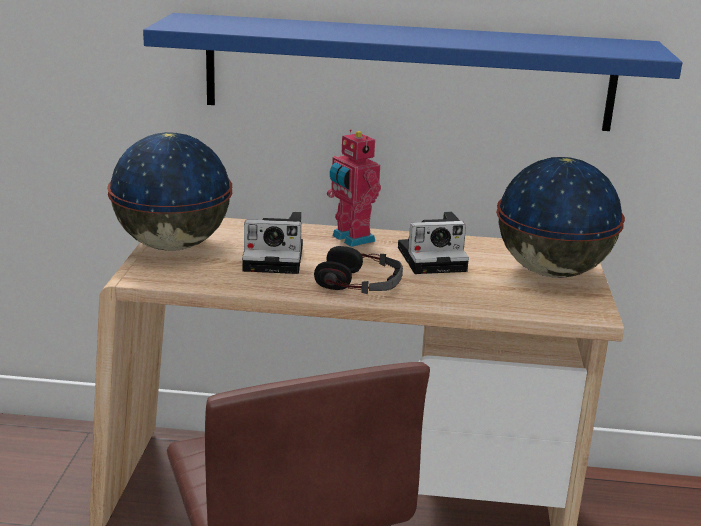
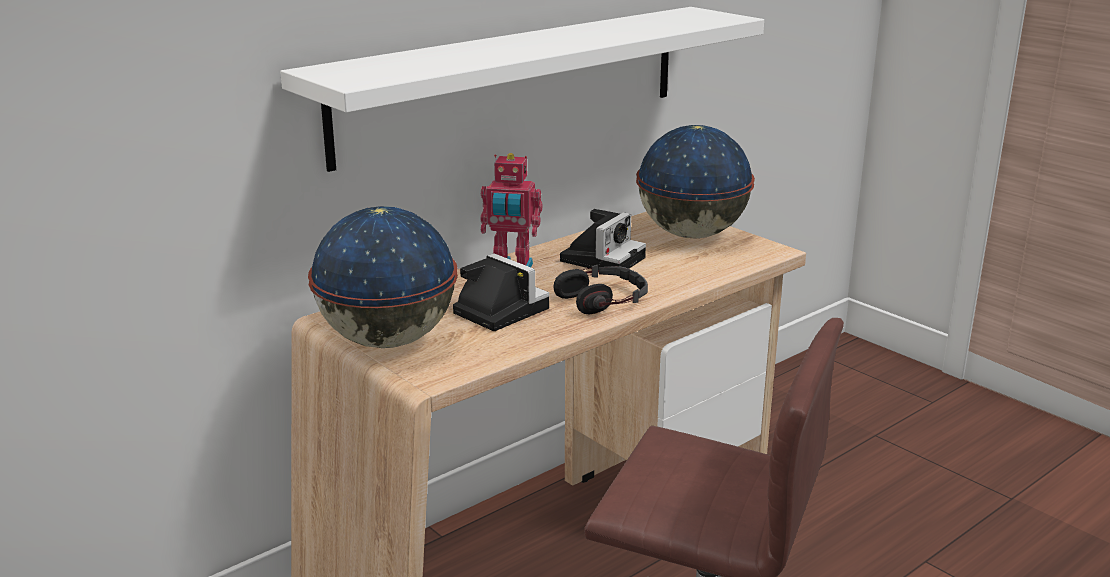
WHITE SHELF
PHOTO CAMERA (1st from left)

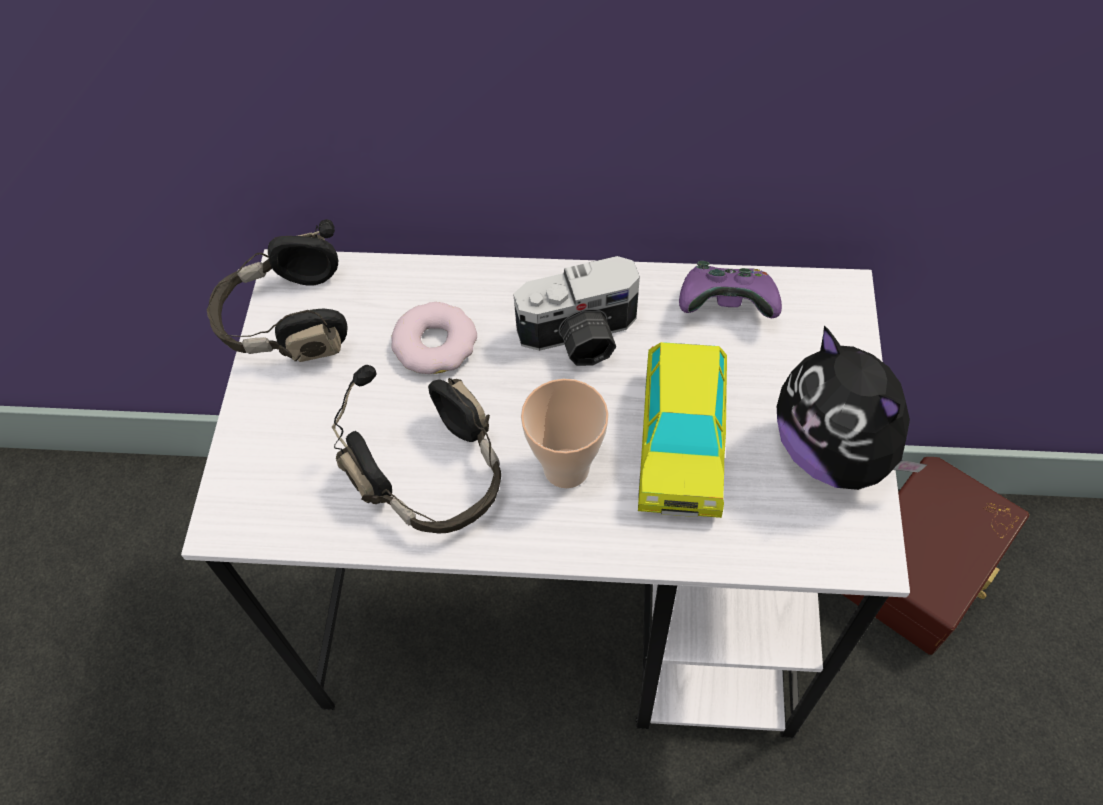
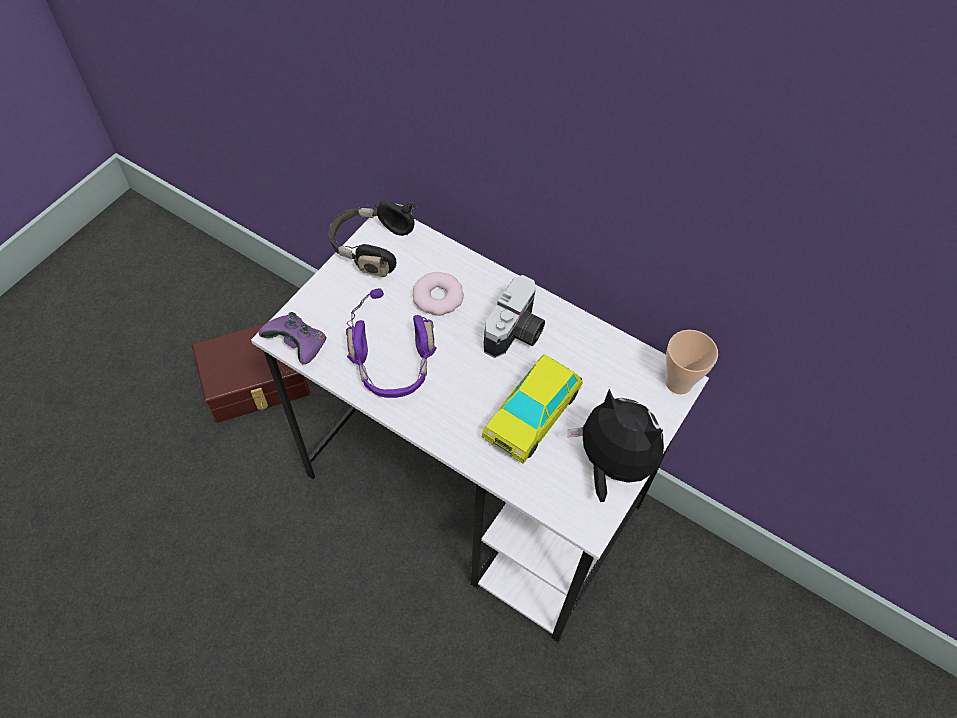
CUP
PURPLISH GAME CONTROLLER
BROWNISH STORAGE CONTAINER
PURPLISH HEADPHONES
PHOTO CAMERA
SOFT TOY

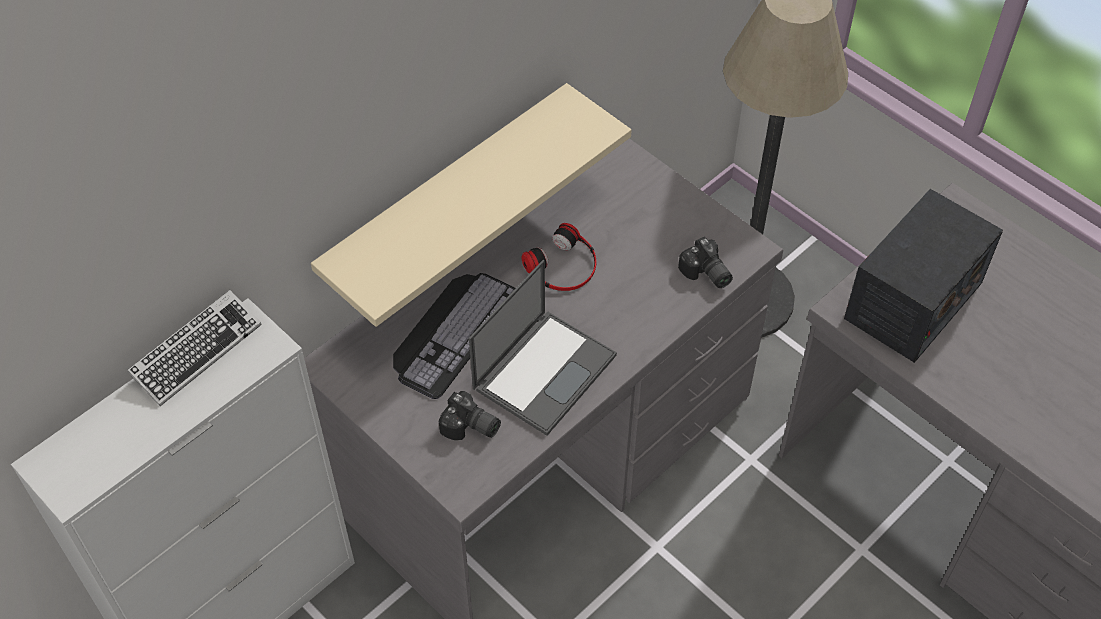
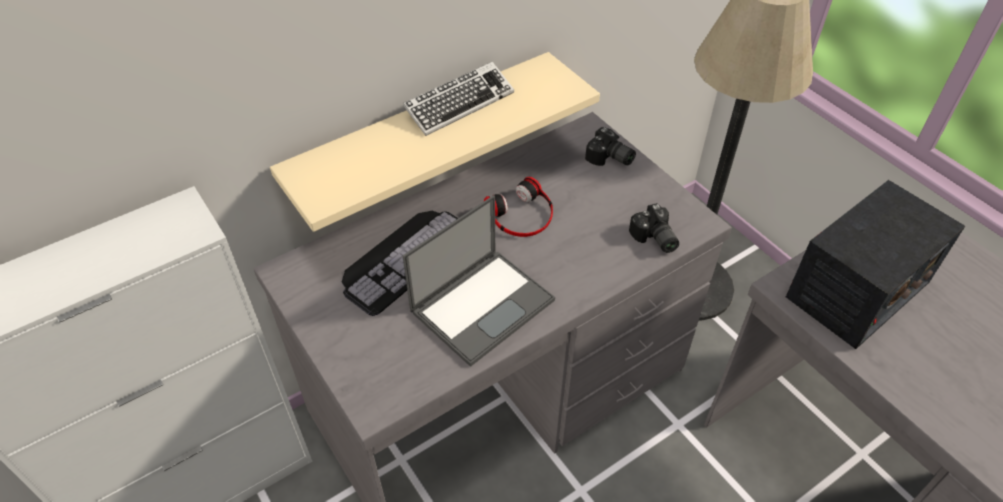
KEYBOARD (2nd from left)
PHOTO CAMERA (1st from left)

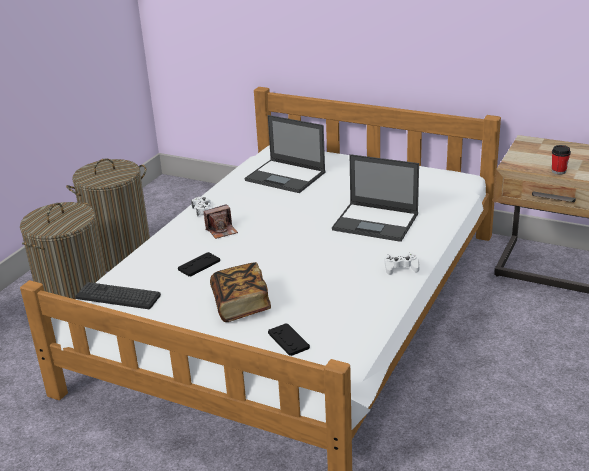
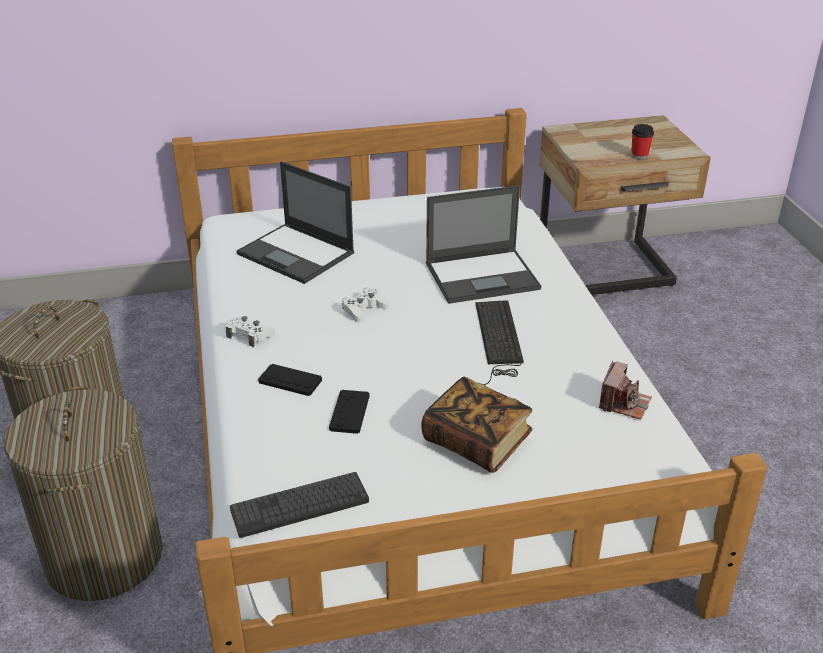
KEYBOARD (2nd from left)
PHOTO CAMERA
BLACK GAME CONTROLLER (1st from left)
WHITE GAME CONTROLLER (2nd from left)
NOTEBOOK COMPUTER (1st from left)

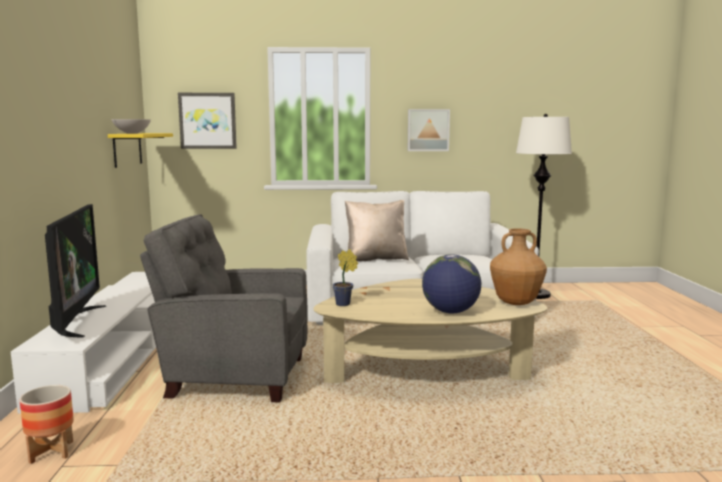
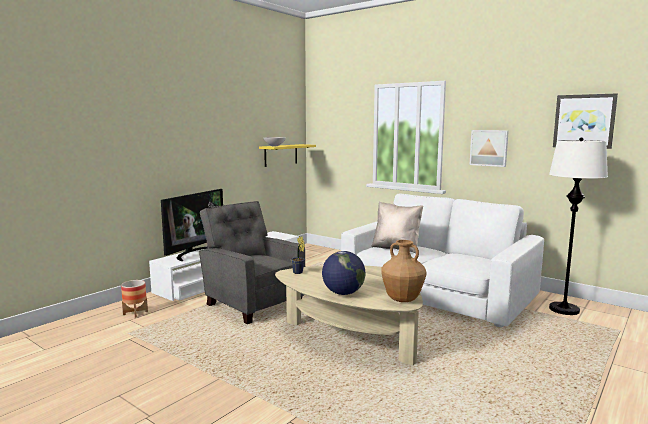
PICTURE (2nd from left)

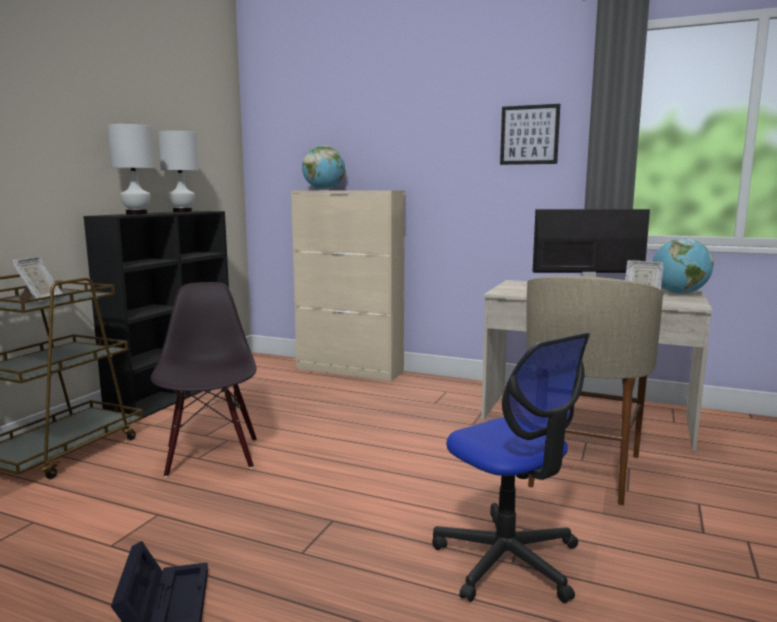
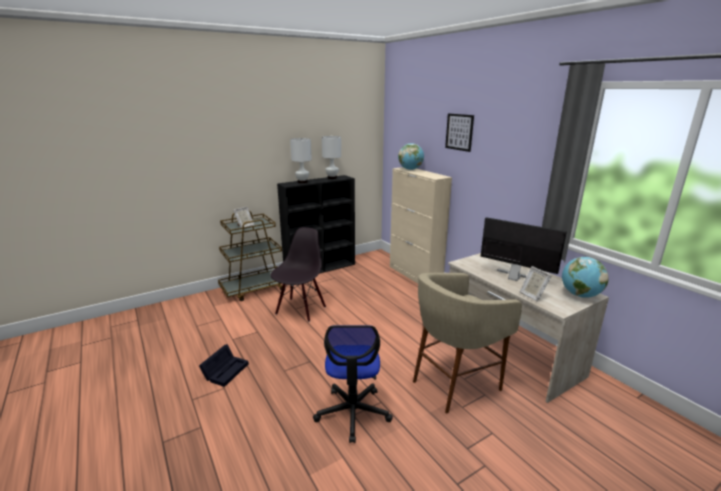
PICTURE

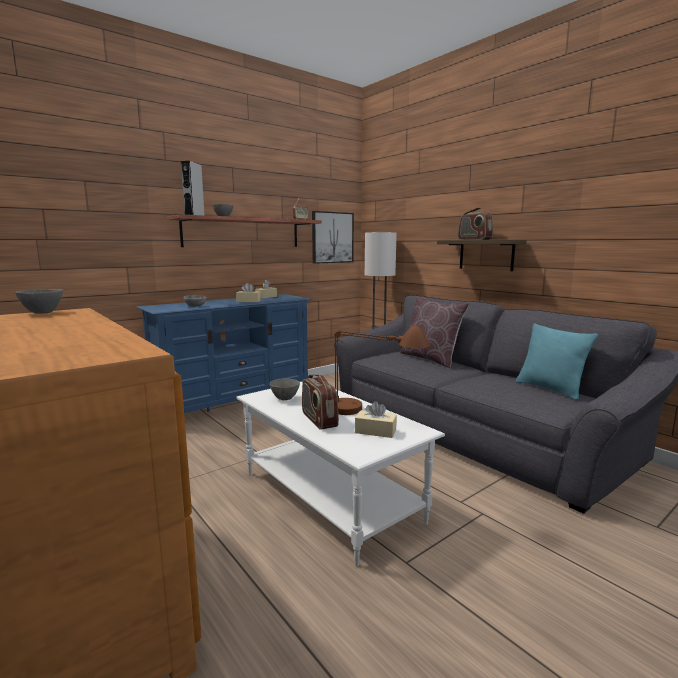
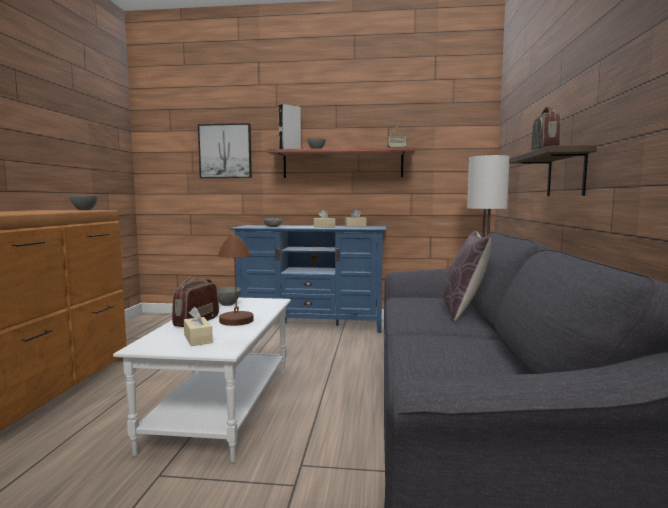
TURQUOISE CUSHION
PICTURE

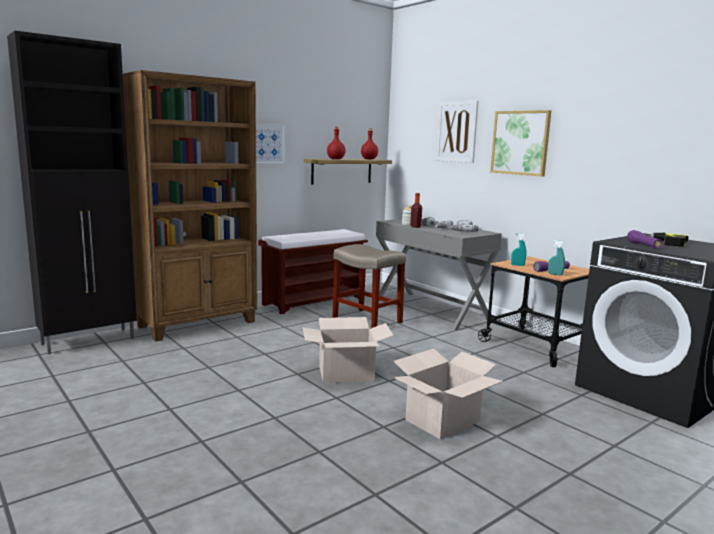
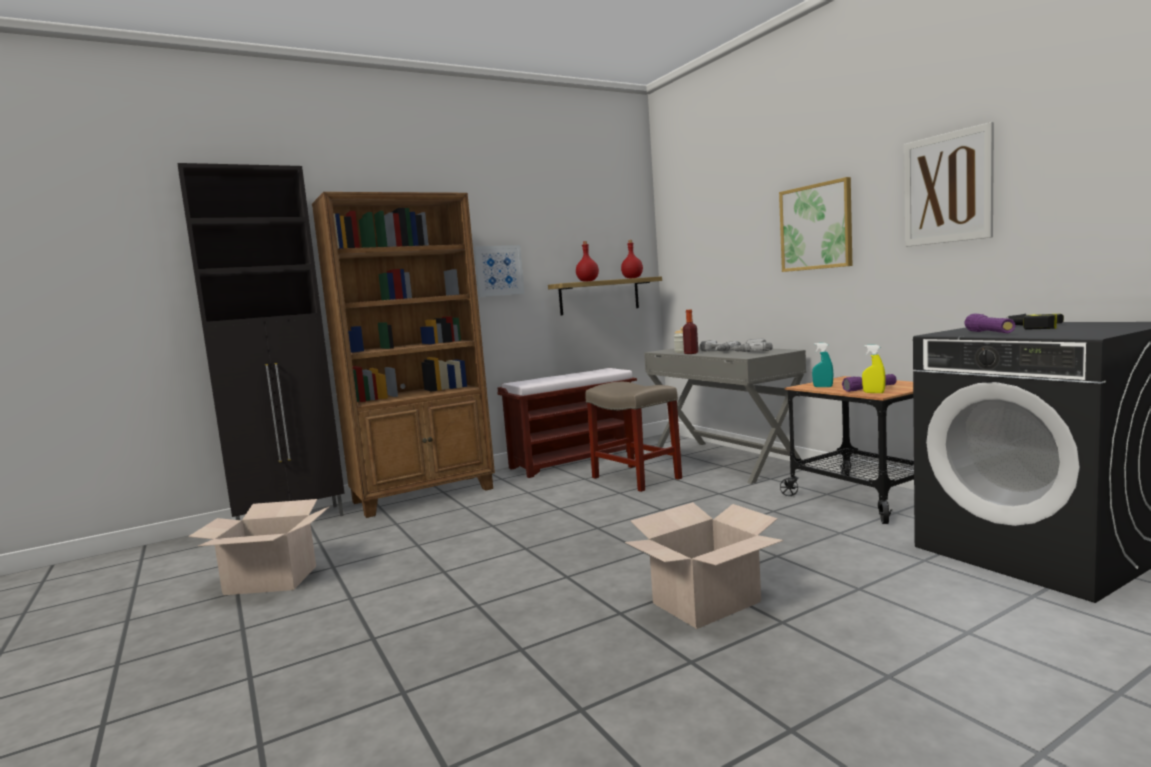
CARDBOARD BOX (1st from left)
PICTURE (3rd from left)
YELLOW SPRAY BOTTLE

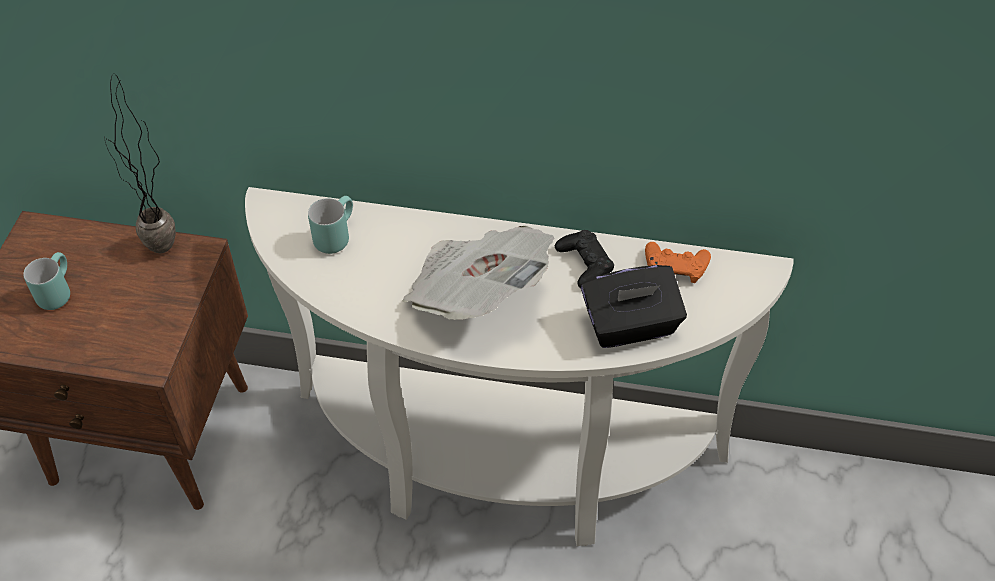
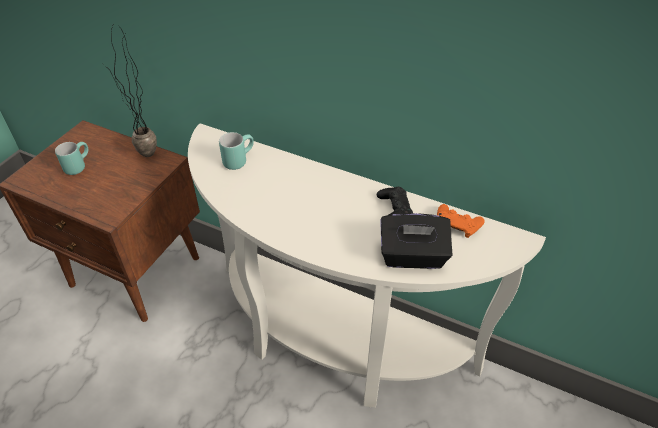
PRINTED PAPER

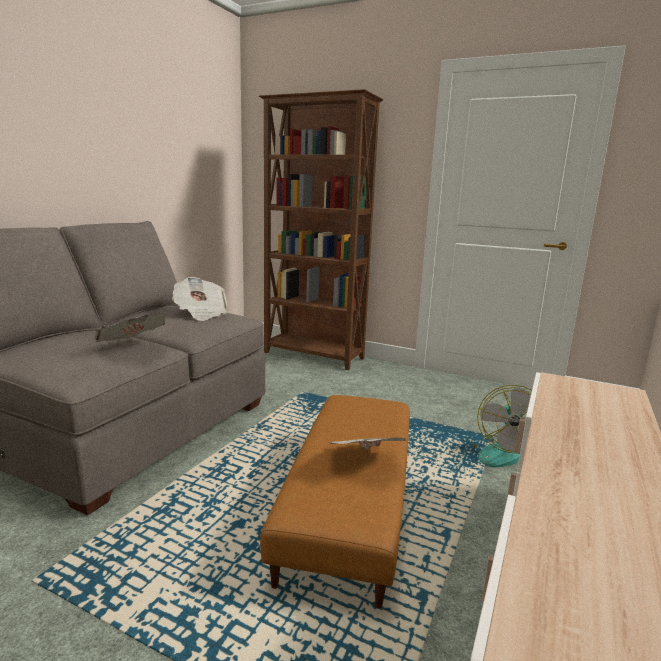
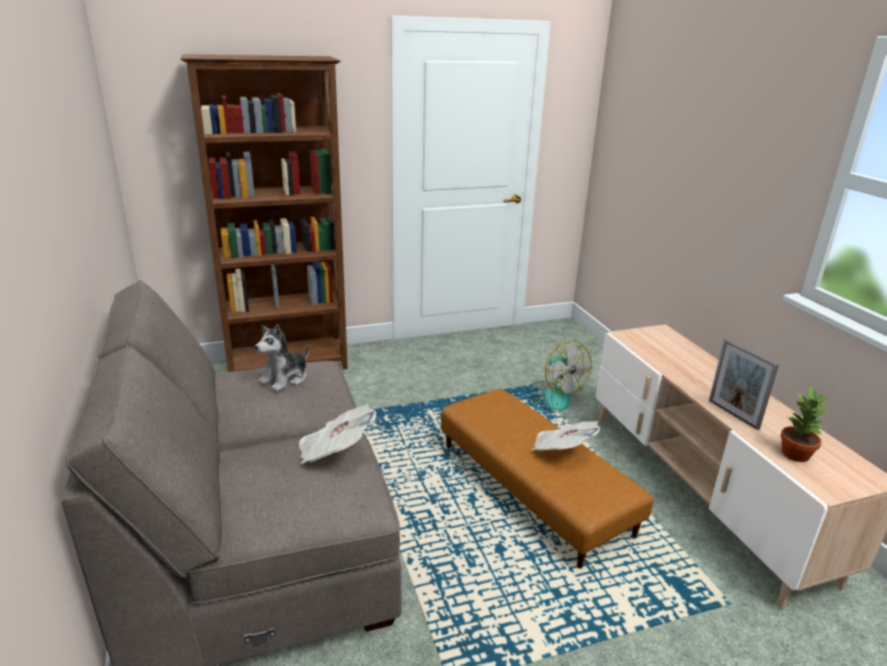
PHOTO FRAME
POTTED PLANT
SOFT TOY

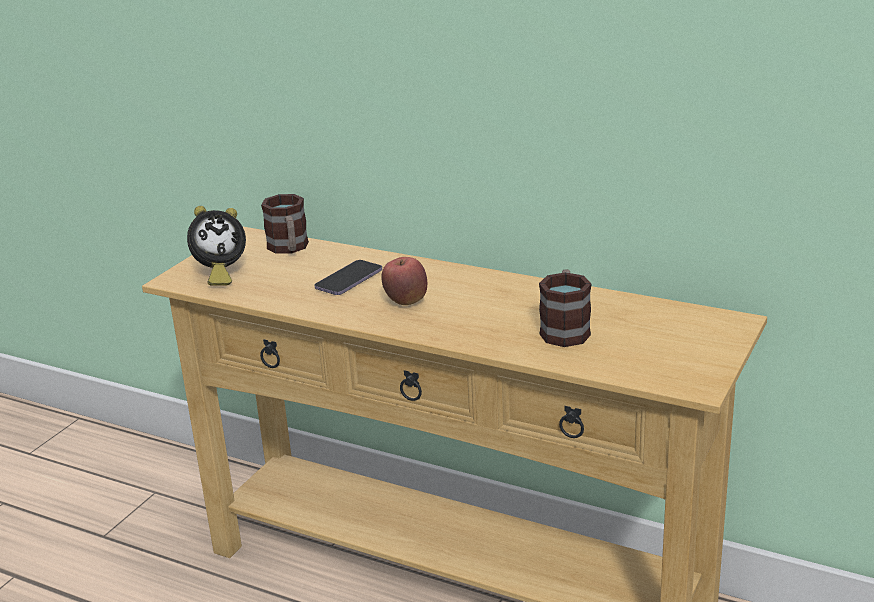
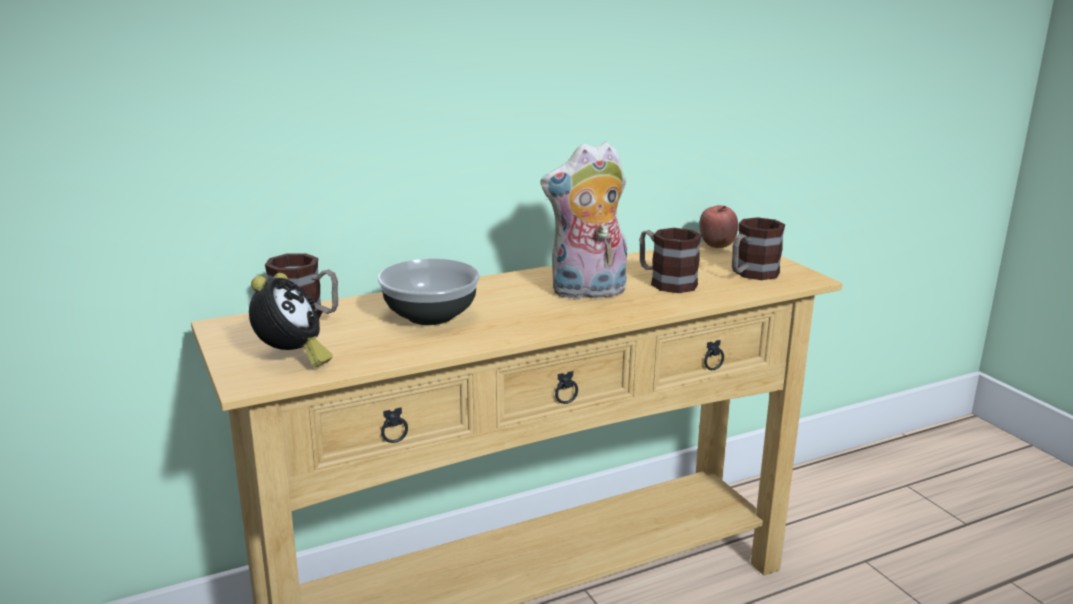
SOFT TOY
MUG (3rd from left)
APPLE
SERVING BOWL

